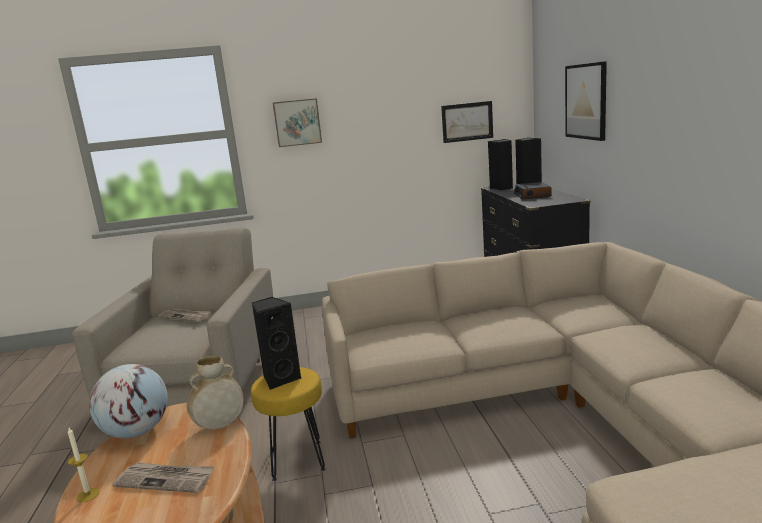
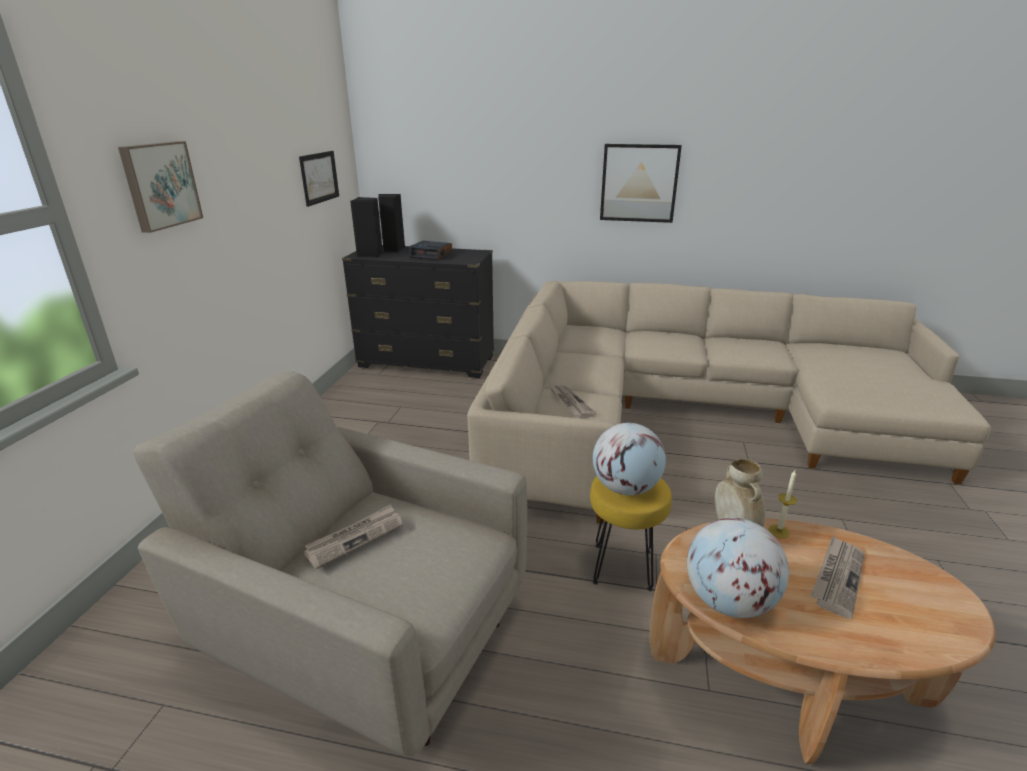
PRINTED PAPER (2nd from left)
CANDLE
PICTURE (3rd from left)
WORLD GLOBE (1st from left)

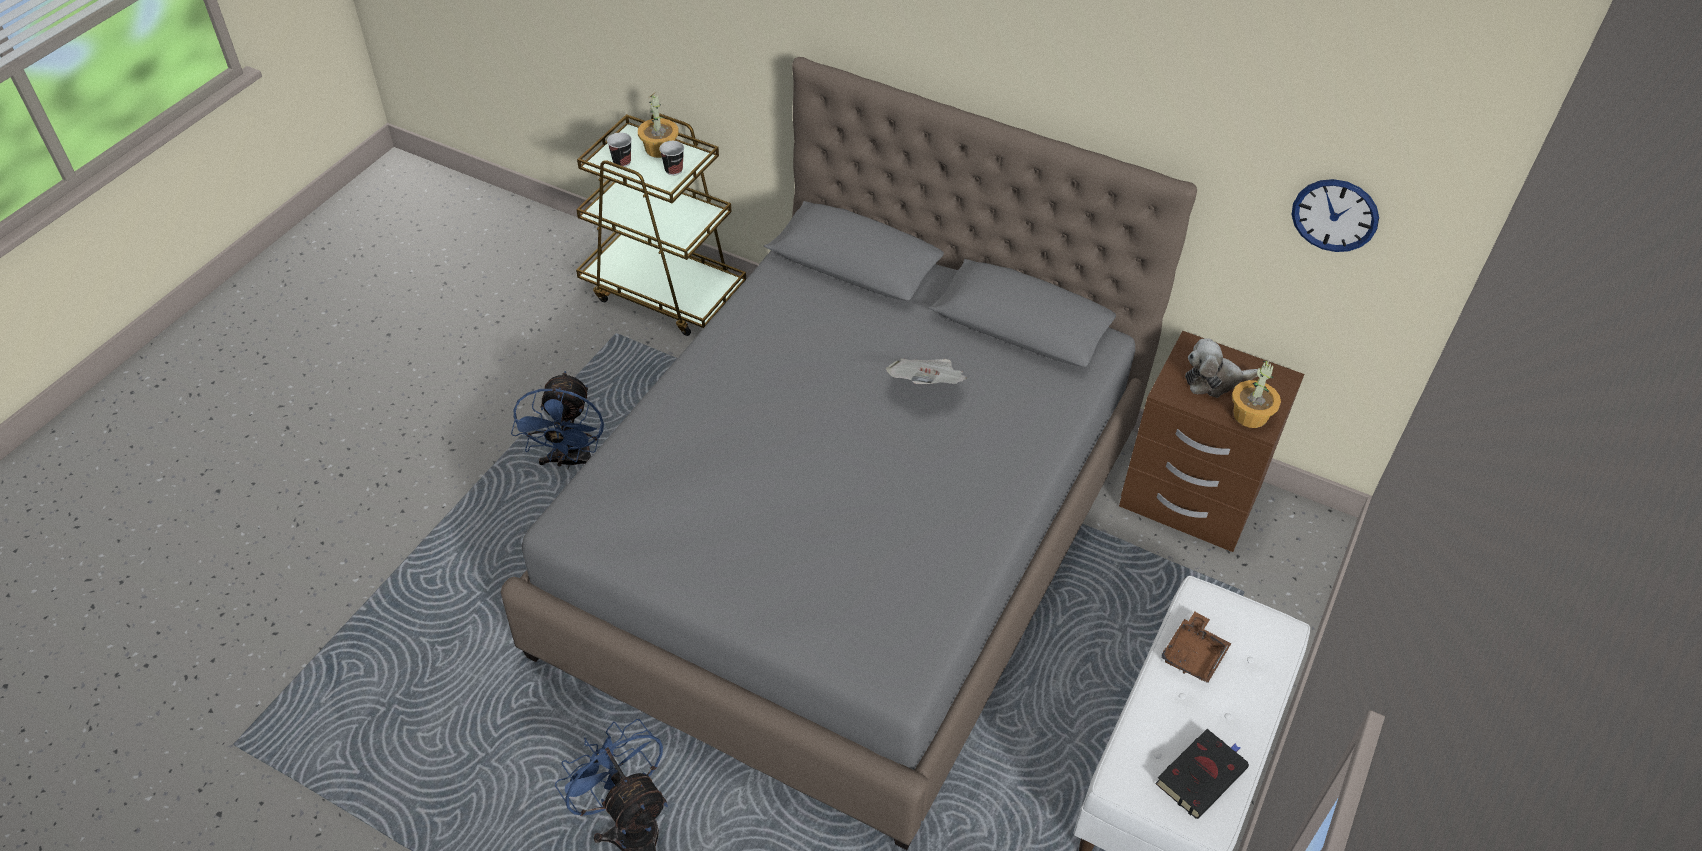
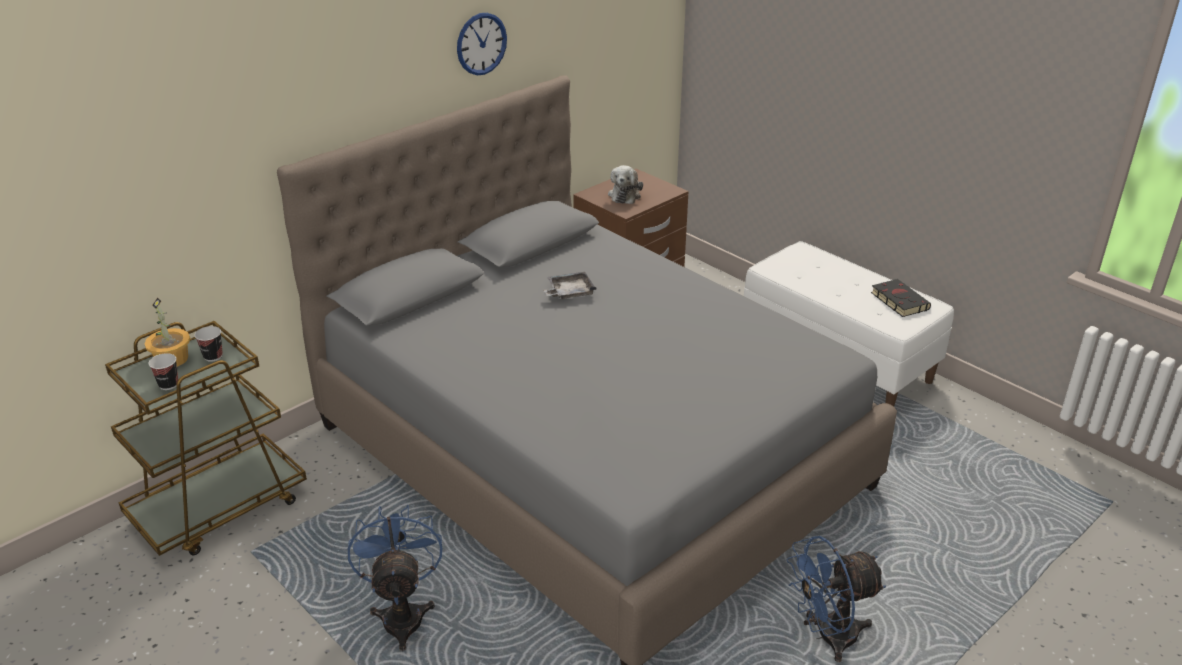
BROWNISH TRAY
POTTED PLANT (2nd from left in the first image)
HANGING CLOCK
GREYISH TRAY
BLUISH FAN (1st from left)

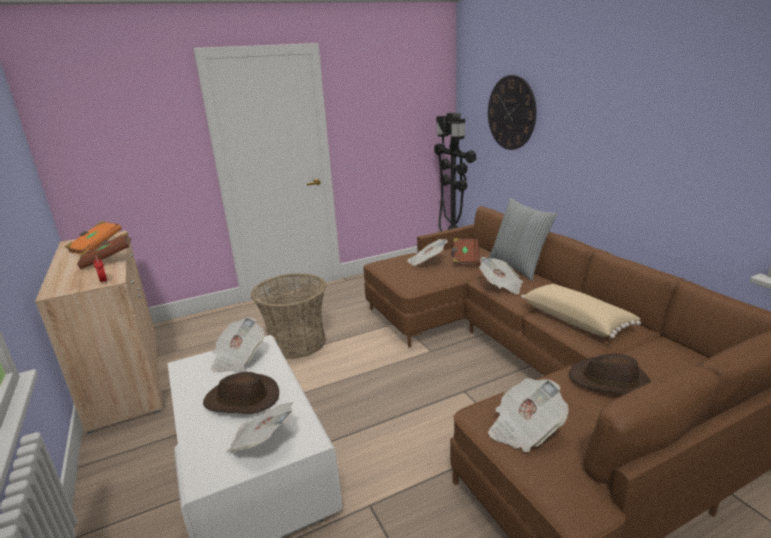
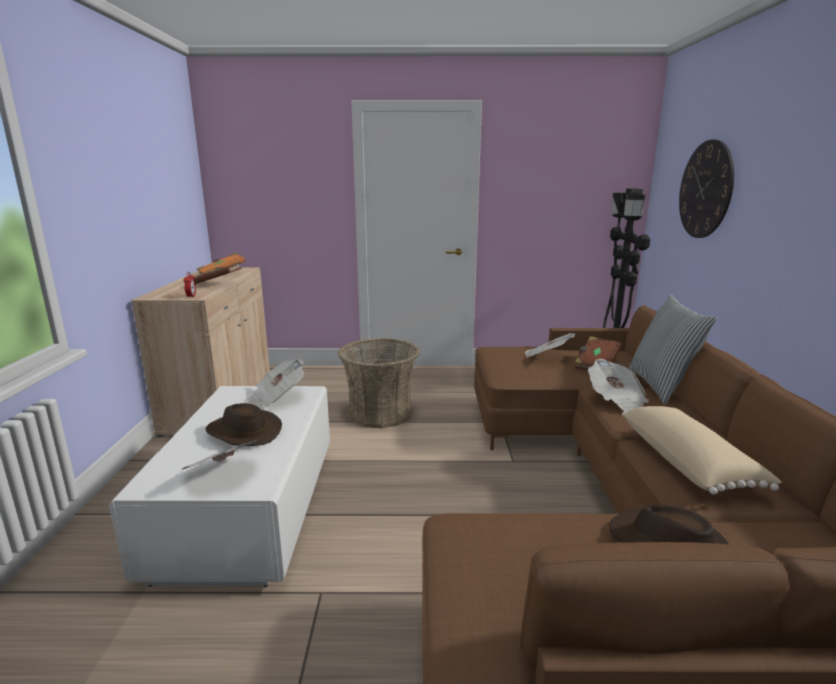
PRINTED PAPER (5th from left in the first image)

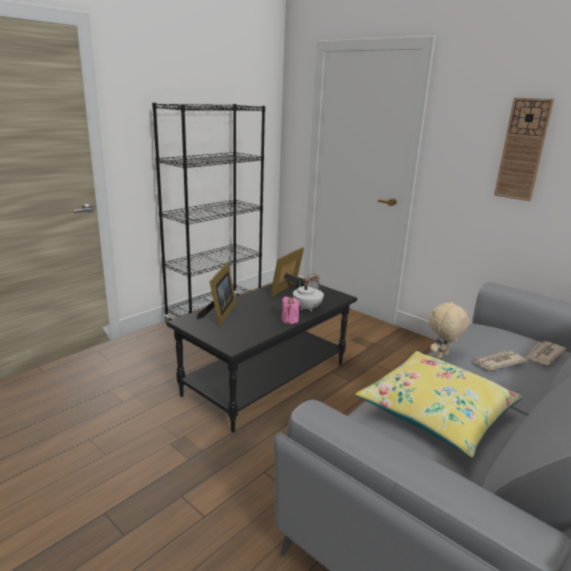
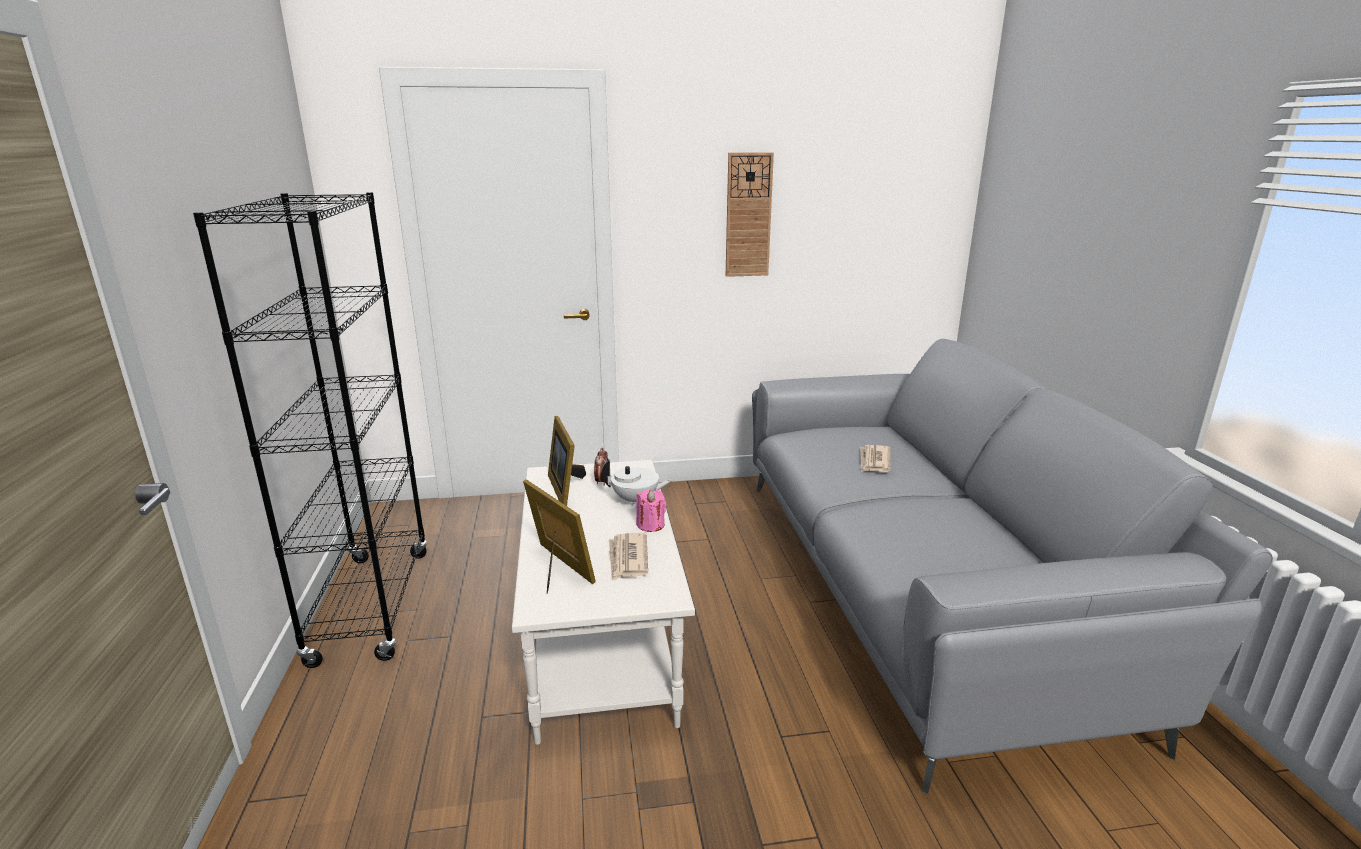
YELLOW CUSHION
SAND-COLOURED SOFT TOY
PRINTED PAPER (1st from left)
WHITE LOW TABLE

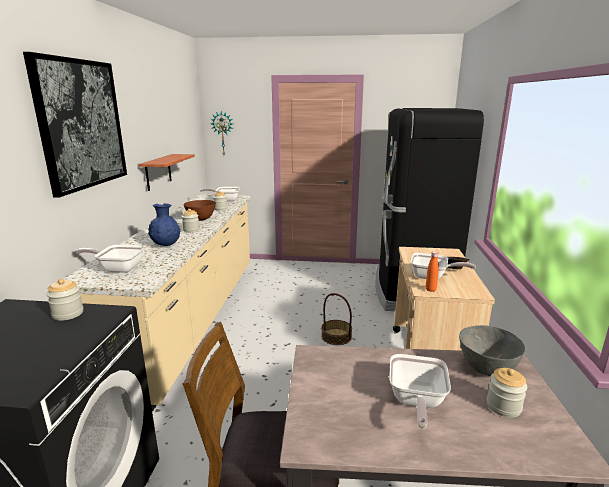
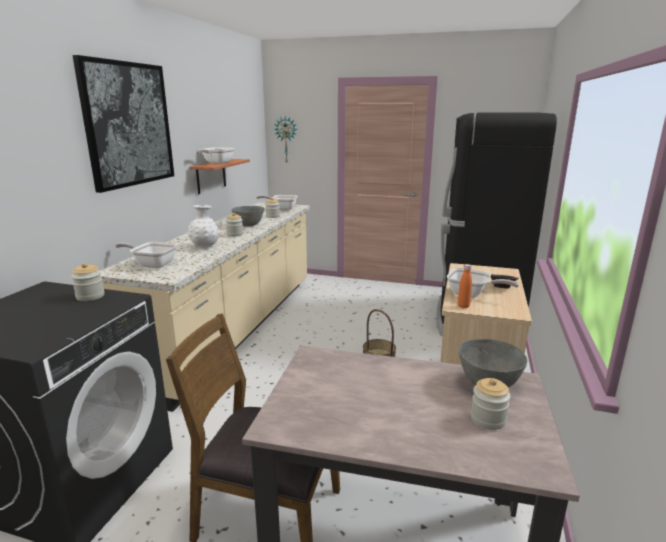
FRYING PAN (2nd from left)
WHITE VASE
GREYISH SERVING BOWL (1st from left)

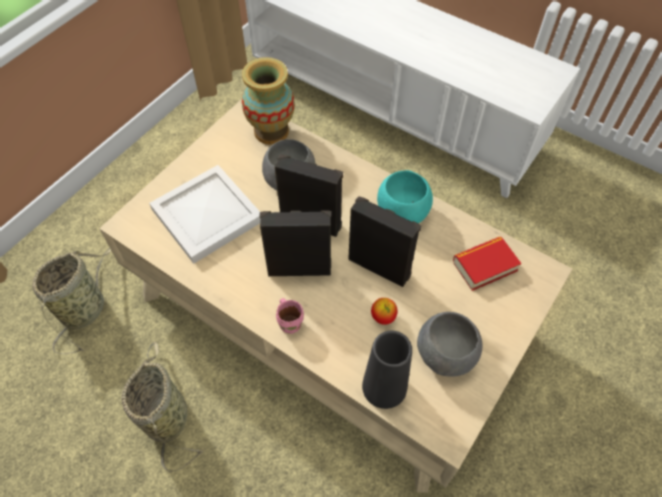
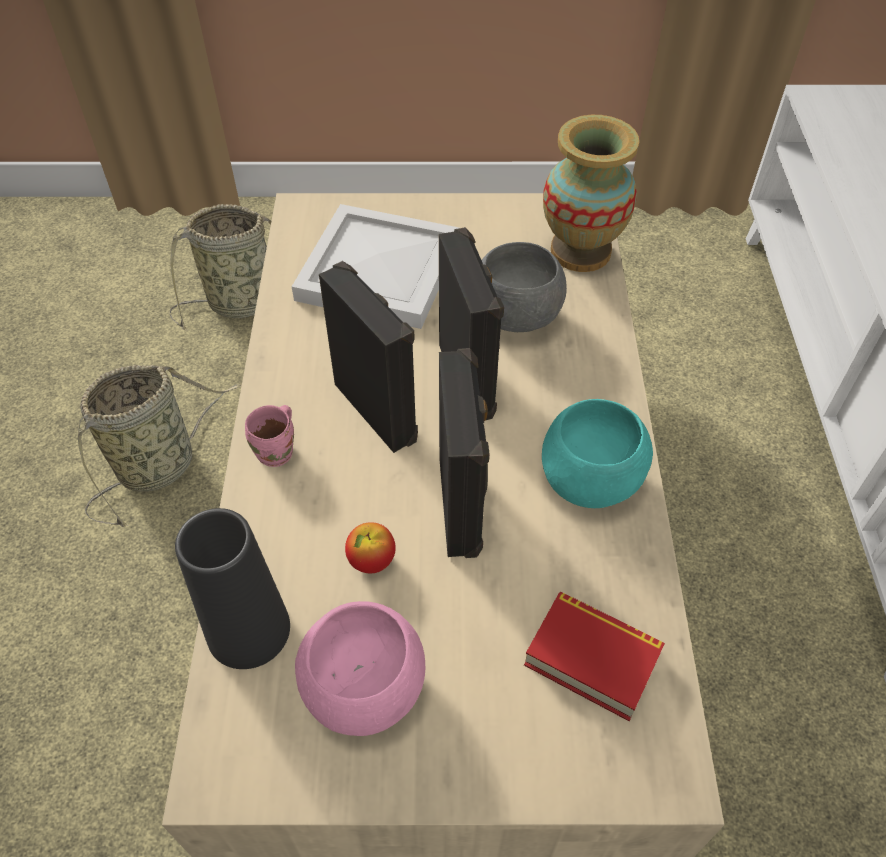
PINKISH SERVING BOWL

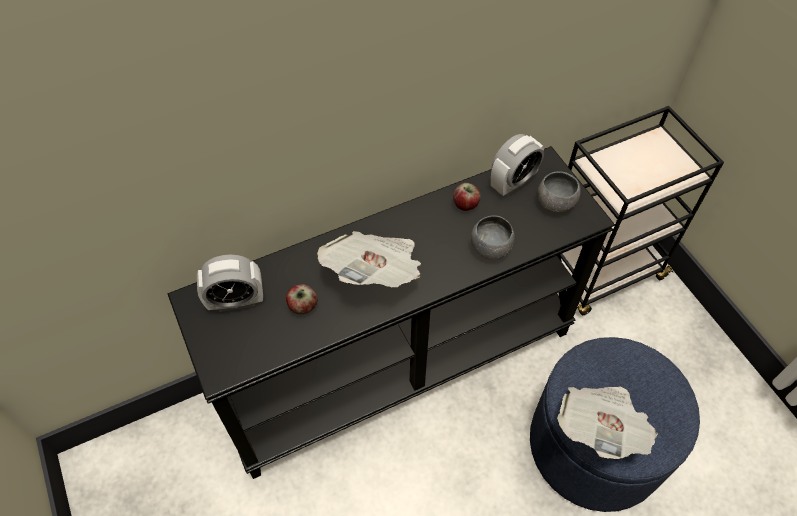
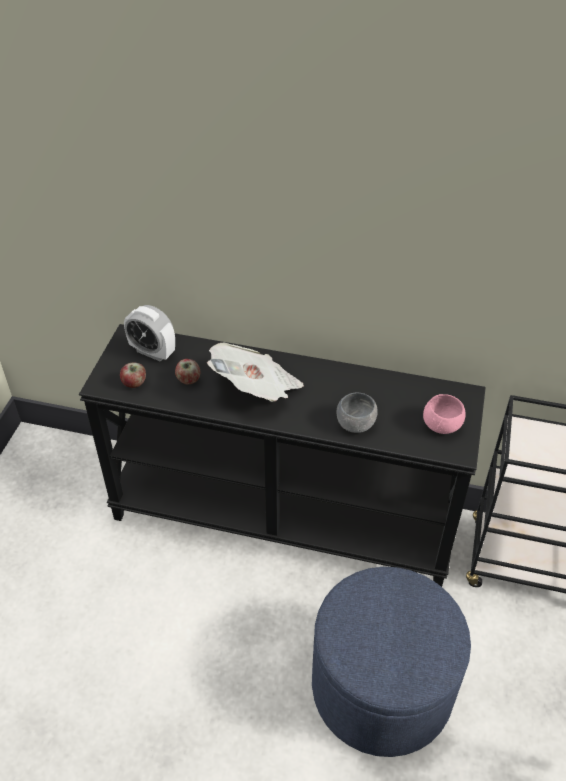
TABLE CLOCK (2nd from left in the first image)
PRINTED PAPER (2nd from left in the first image)
APPLE (1st from left)
PINKISH SERVING BOWL

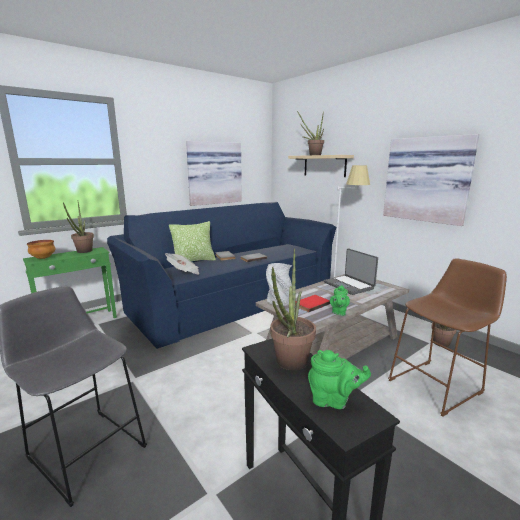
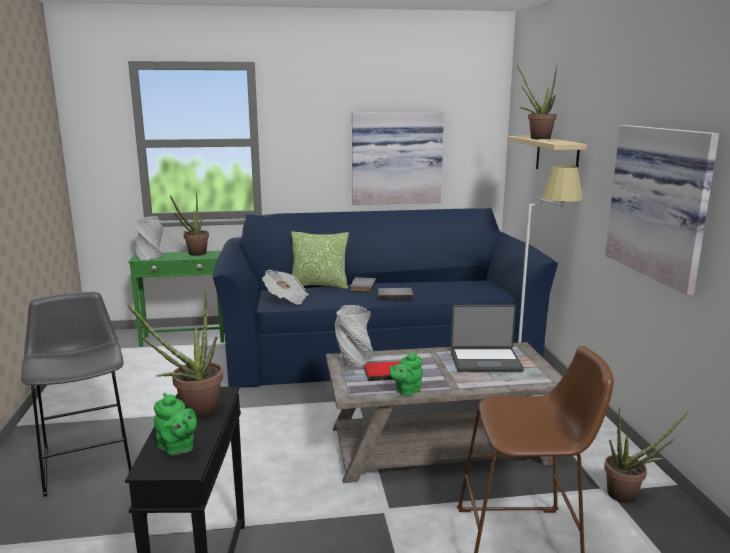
GREYISH VASE (1st from left)
NOTEBOOK COMPUTER

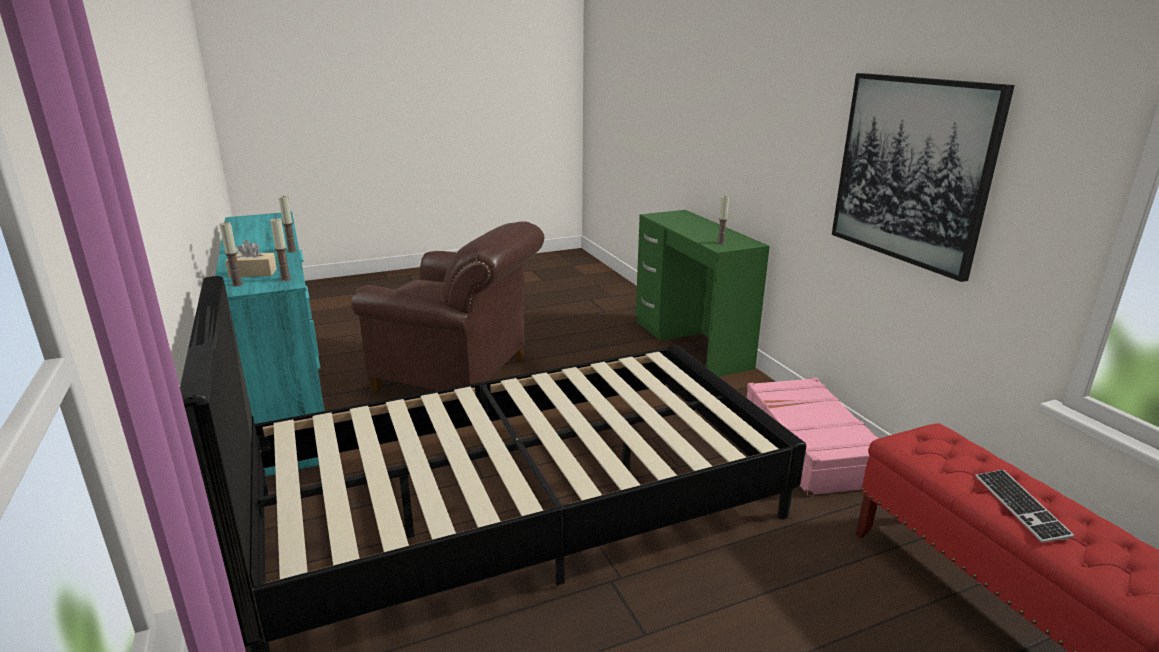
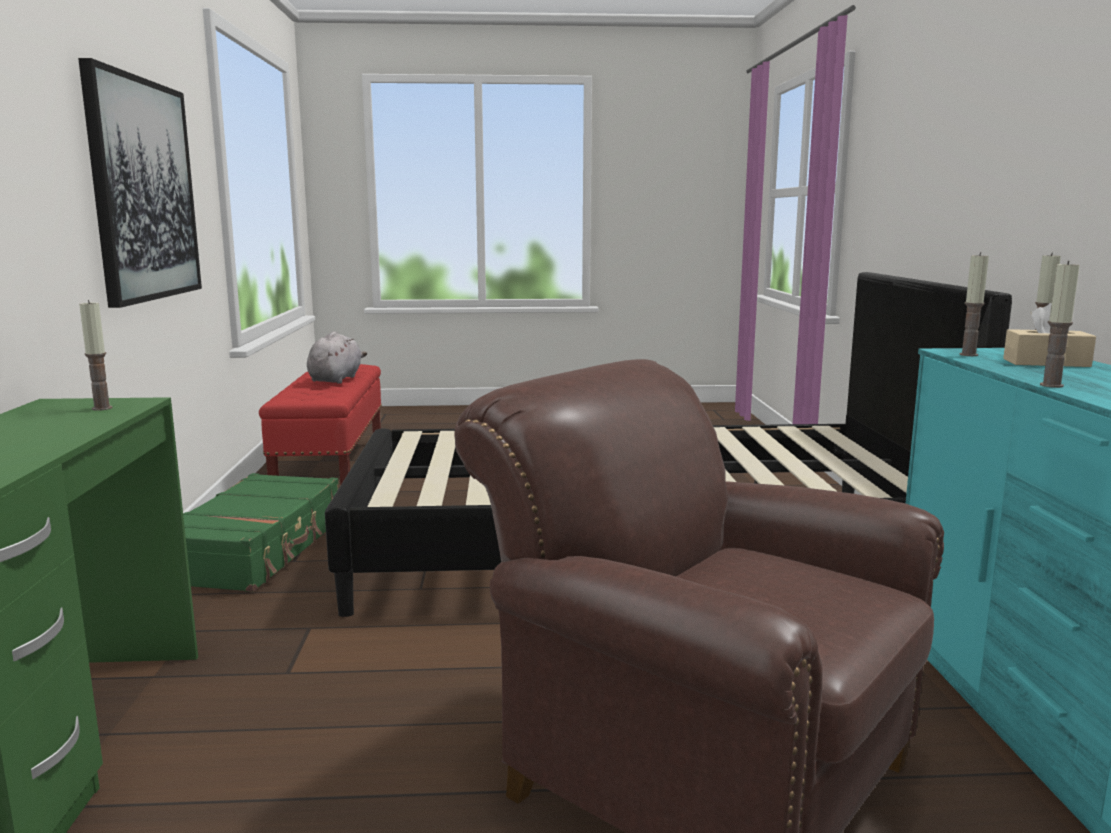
GREYISH SOFT TOY
GREEN-COLOURED TRAVEL CASE

